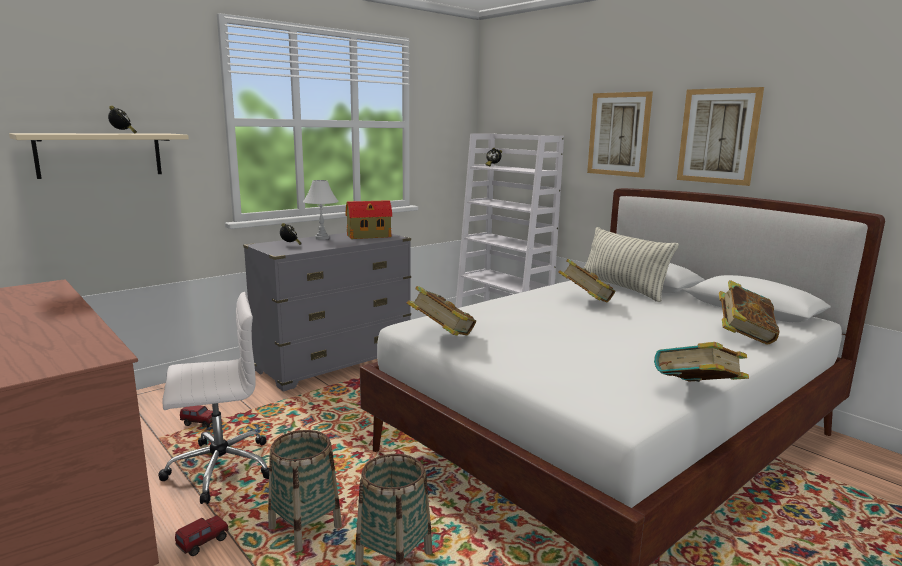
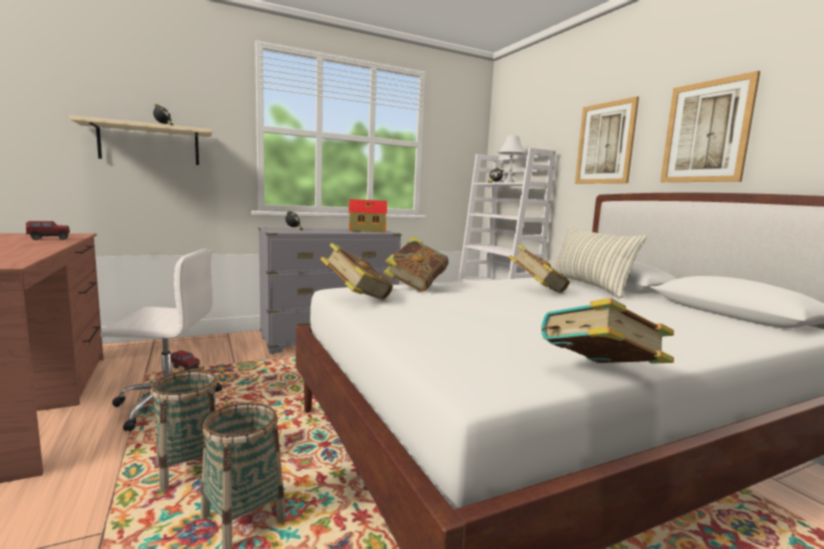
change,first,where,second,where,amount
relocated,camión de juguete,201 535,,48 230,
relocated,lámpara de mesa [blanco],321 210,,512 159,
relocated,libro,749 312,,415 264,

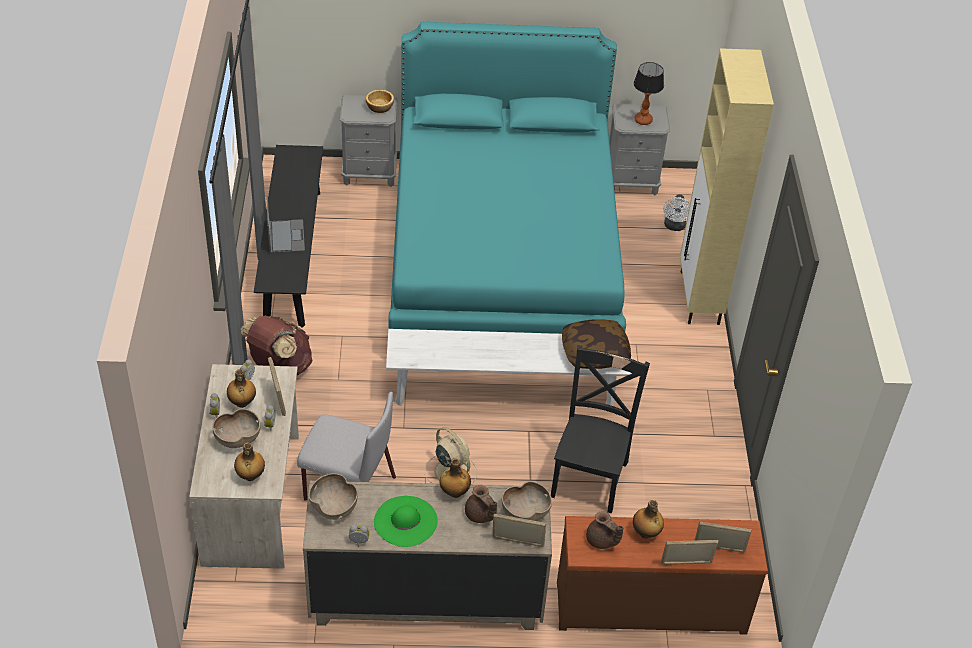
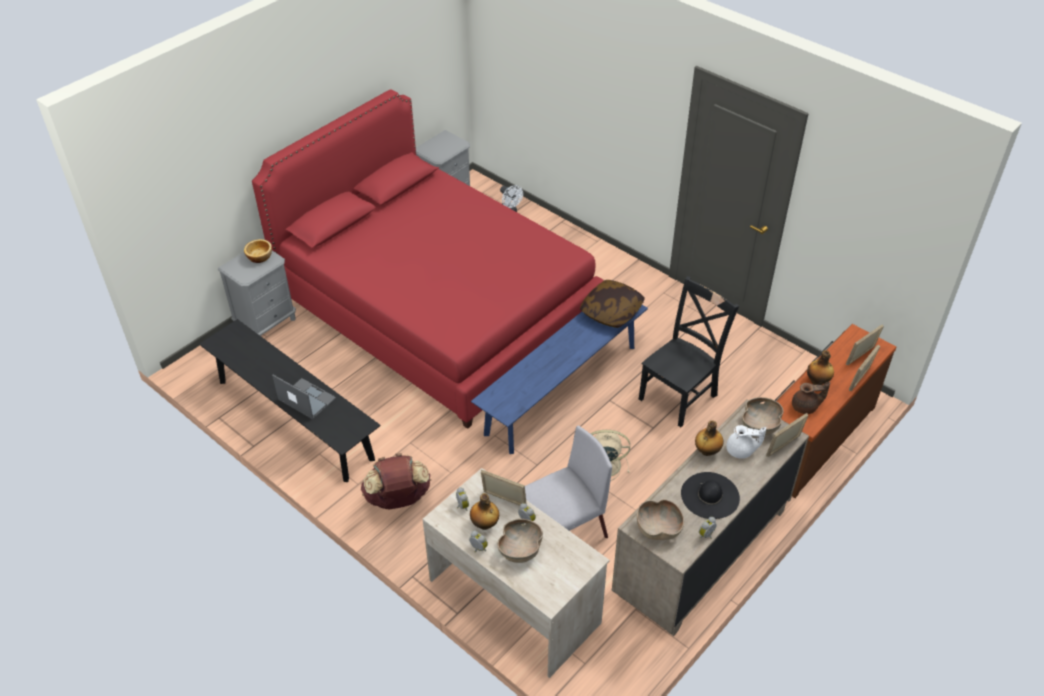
change,first,where,second,where,amount
missing,botella,249 461,,,
colour,sombrero [verde],406 521,sombrero [negro],710 495,
colour,banco [blanco],508 367,banco [azul],559 379,
colour,cama [turquesa],507 178,cama [rojo],428 259,
colour,tetera [marrón],481 504,tetera [blanco],746 442,
spun,silla [negro],600 429,,689 351,75 degrees clockwise
missing,lámpara de mesa,649 93,,,
missing,armario [beis],727 186,,,

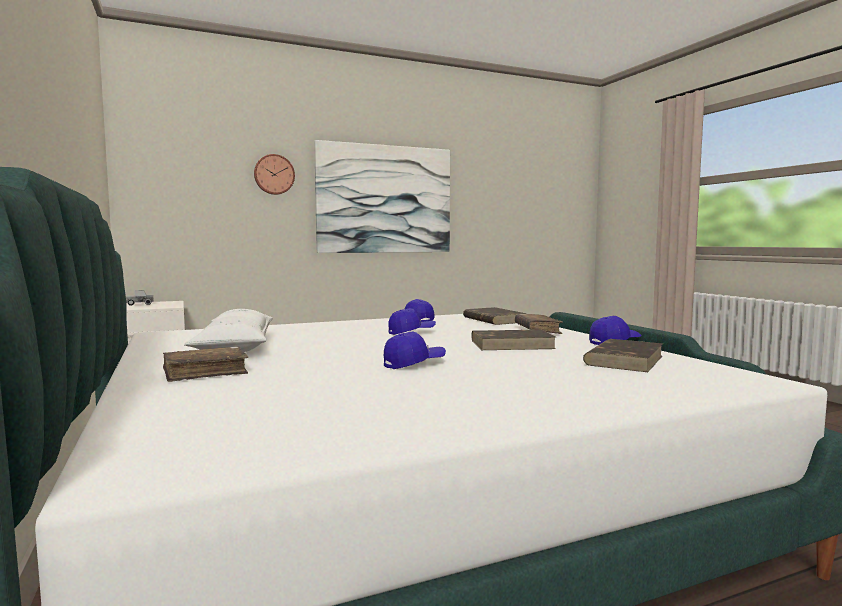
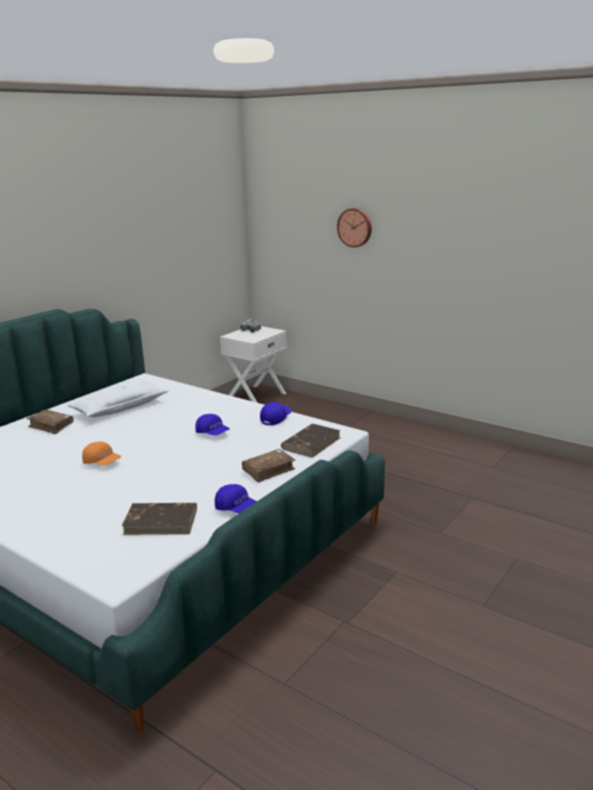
change,first,where,second,where,amount
missing,cuadro,382 196,,,
colour,gorra [azul],415 350,gorra [naranja],101 453,
missing,libro [marrón],513 340,,,

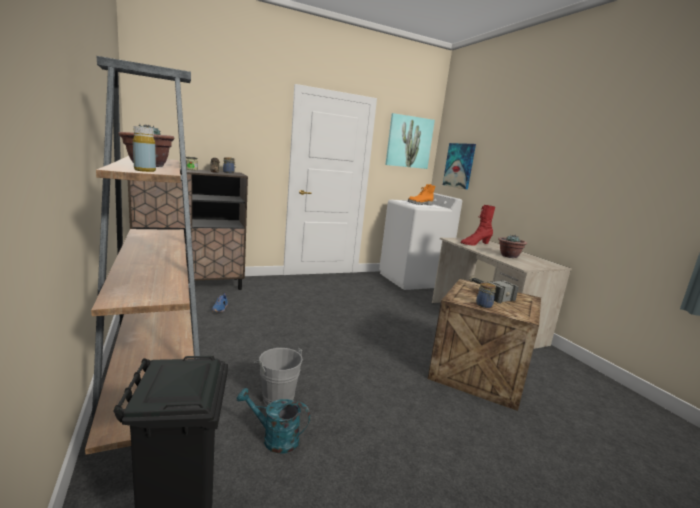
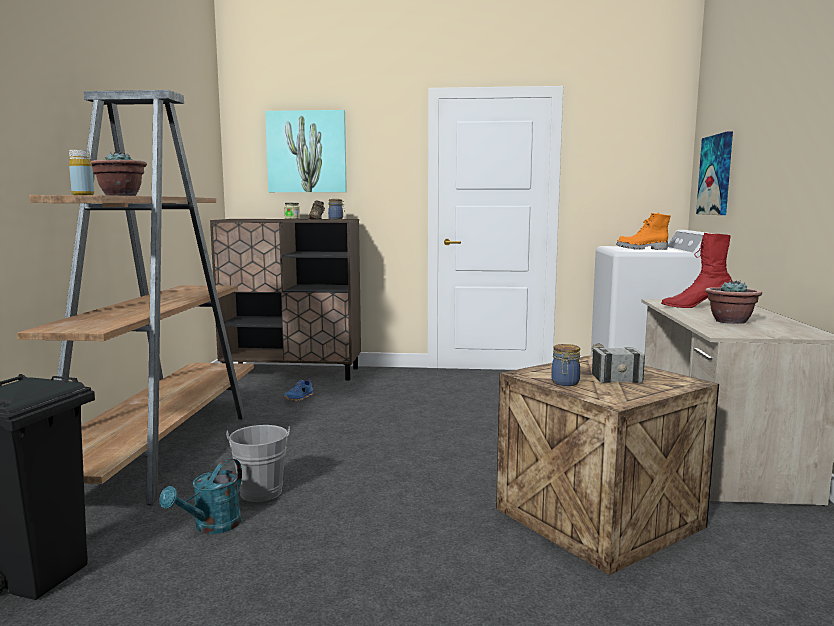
change,first,where,second,where,amount
spun,regadera [turquesa],273 421,,201 496,105 degrees counterclockwise
relocated,cuadro,410 141,,306 151,

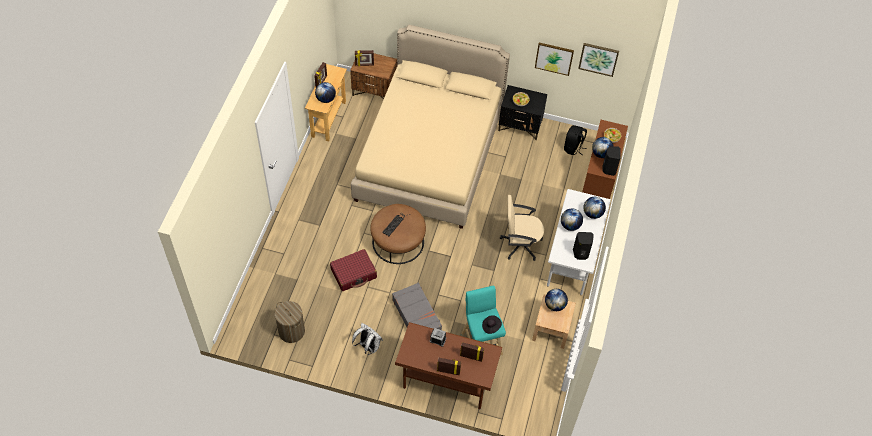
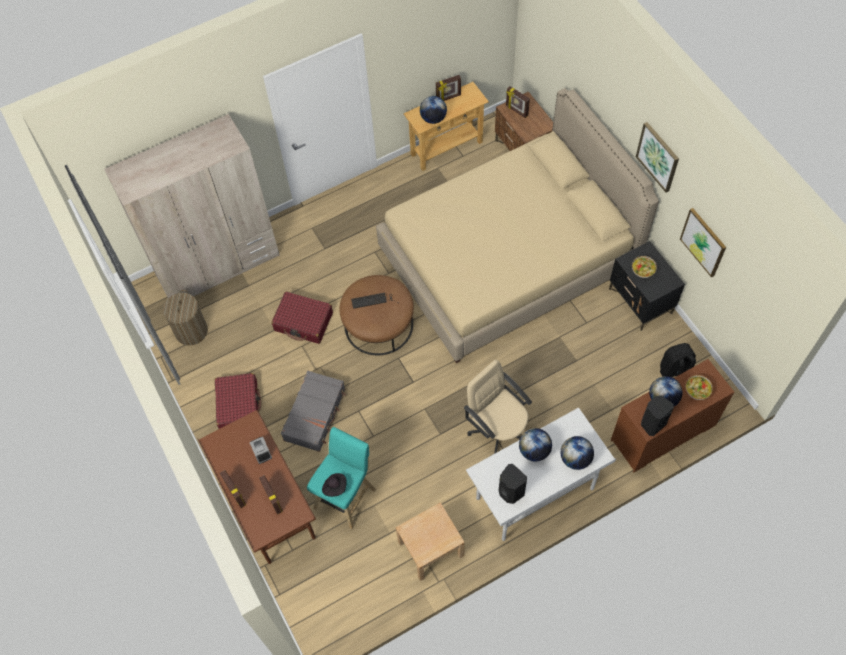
change,first,where,second,where,amount
exchanged,mochila [blanco],367 339,maleta [rojo],238 401,
missing,globo terráqueo,556 300,,,
relocated,cuadro,598 60,,657 157,
appeared,,,armario ropero [beis],192 206,

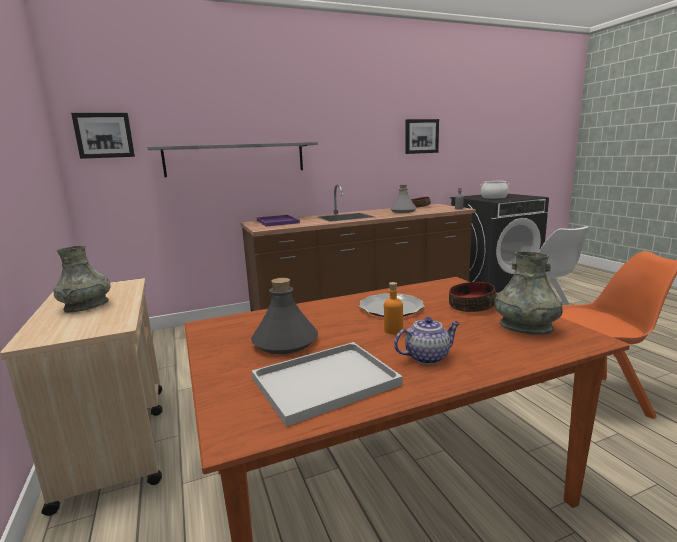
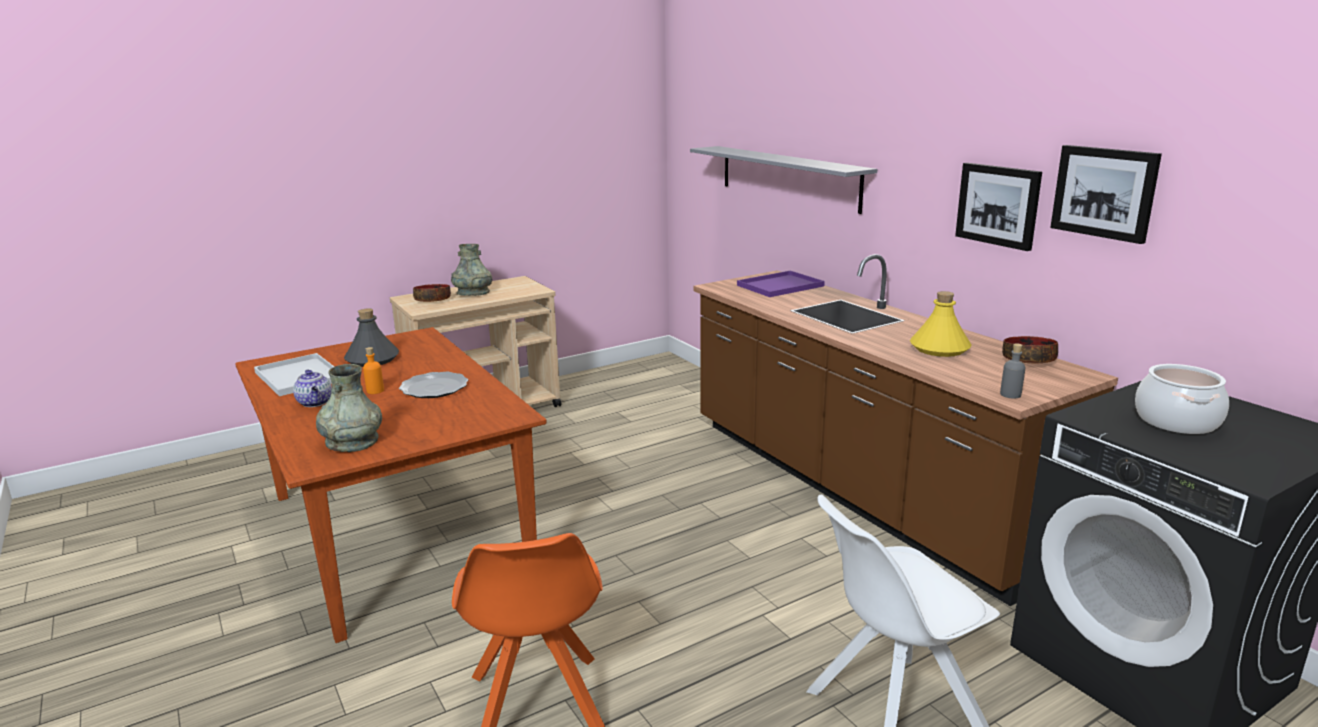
change,first,where,second,where,amount
relocated,cuadro,103 136,,998 207,
colour,botella [gris],403 199,botella [amarillo],941 324,
relocated,cuenco,472 297,,432 293,

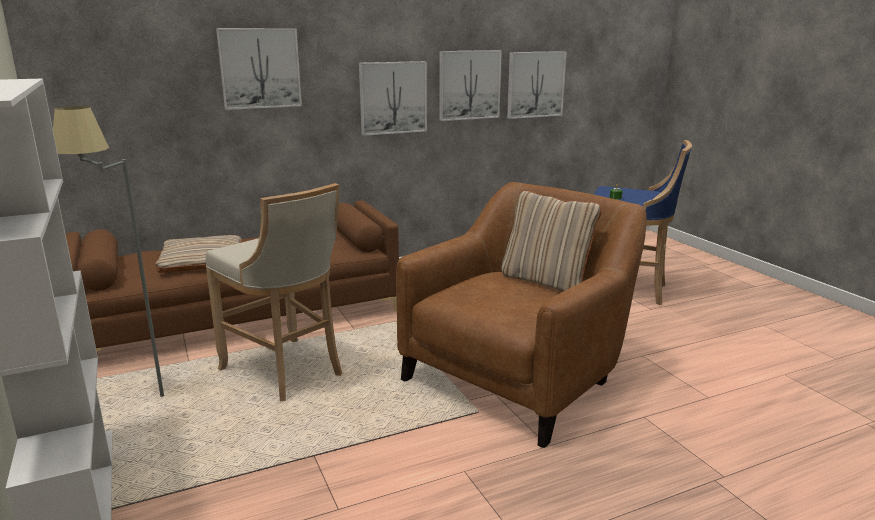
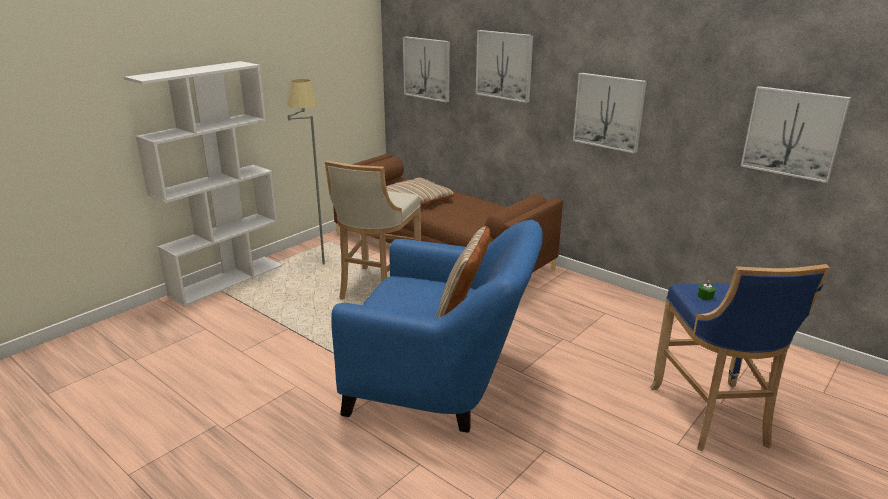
change,first,where,second,where,amount
colour,sillón [marrón],521 315,sillón [azul],437 326,
relocated,cuadro,470 85,,426 69,

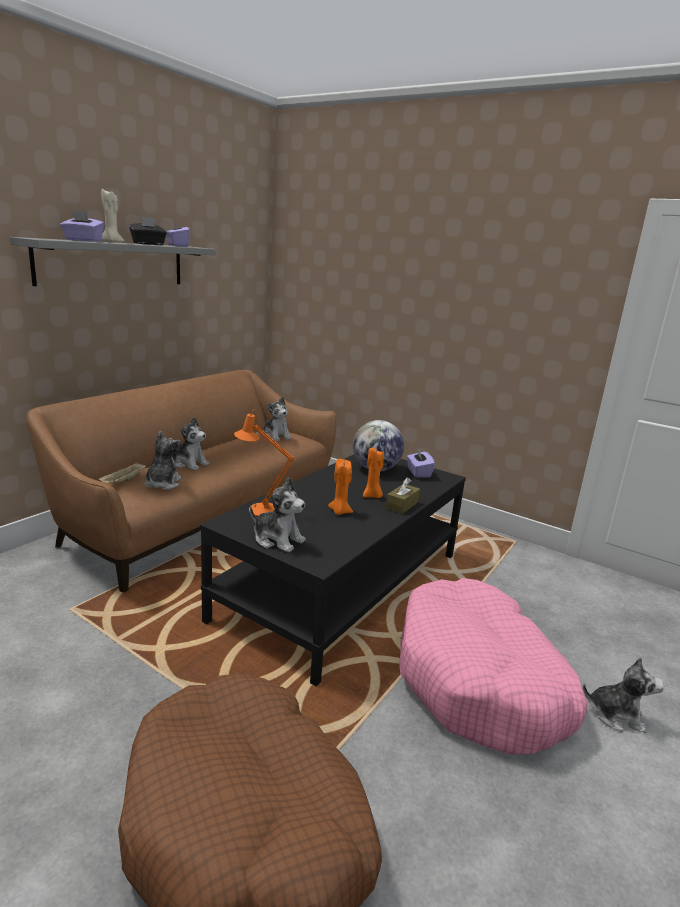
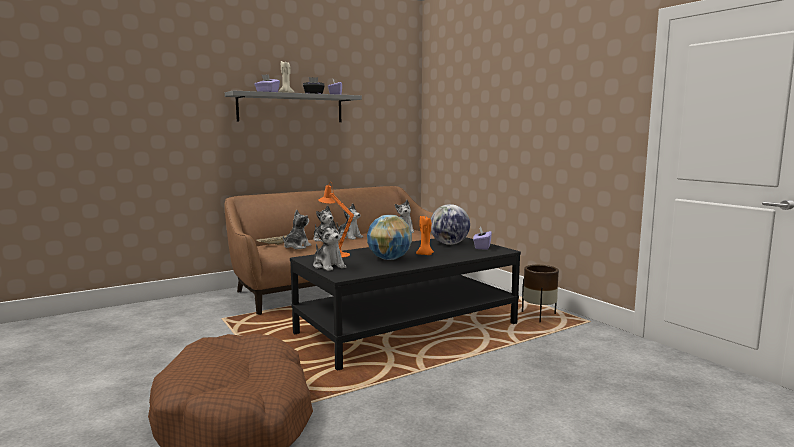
change,first,where,second,where,amount
exchanged,vela [naranja],340 487,globo terráqueo,389 237,
missing,caja de pañuelos [marrón],403 496,,,
missing,cama para perro [rosa],493 666,,,
relocated,peluche,623 695,,349 221,
appeared,,,maceta [marrón],540 294,

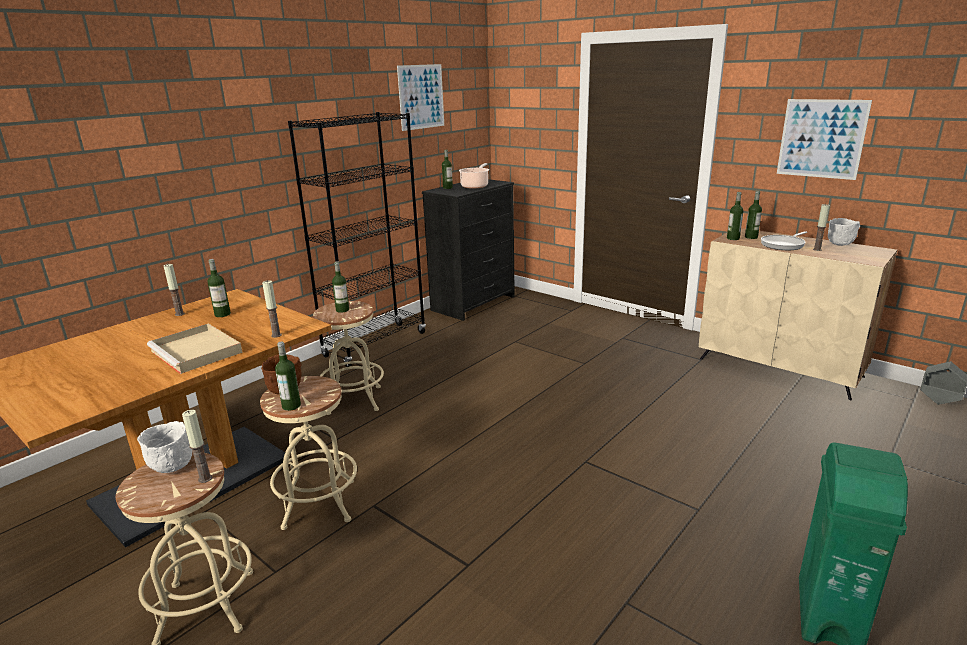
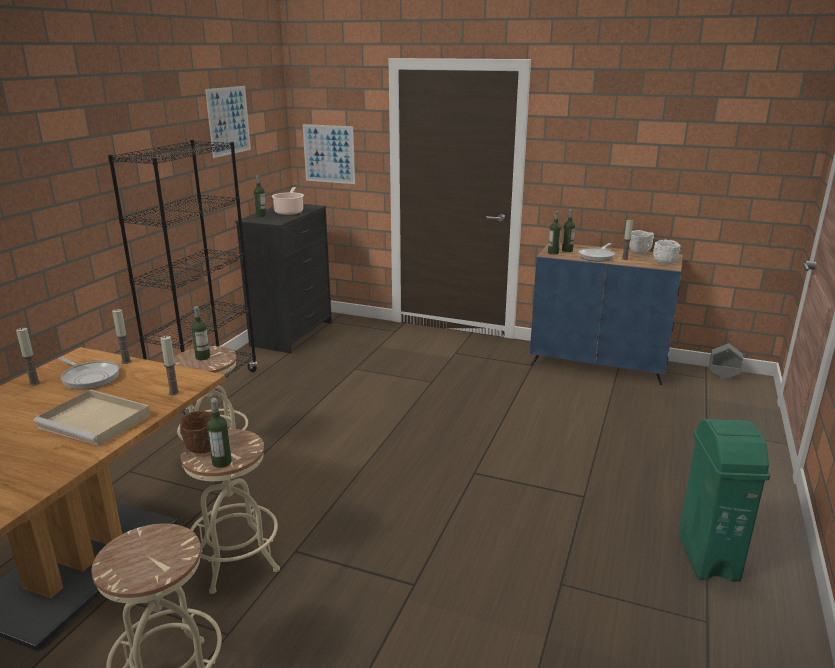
change,first,where,second,where,amount
relocated,cuenco [blanco],164 447,,667 252,
relocated,vela,197 446,,121 336,
exchanged,botella,219 288,sartén,88 373,
colour,armario [beis],798 314,armario [azul],606 313,
relocated,cuadro,824 139,,329 154,

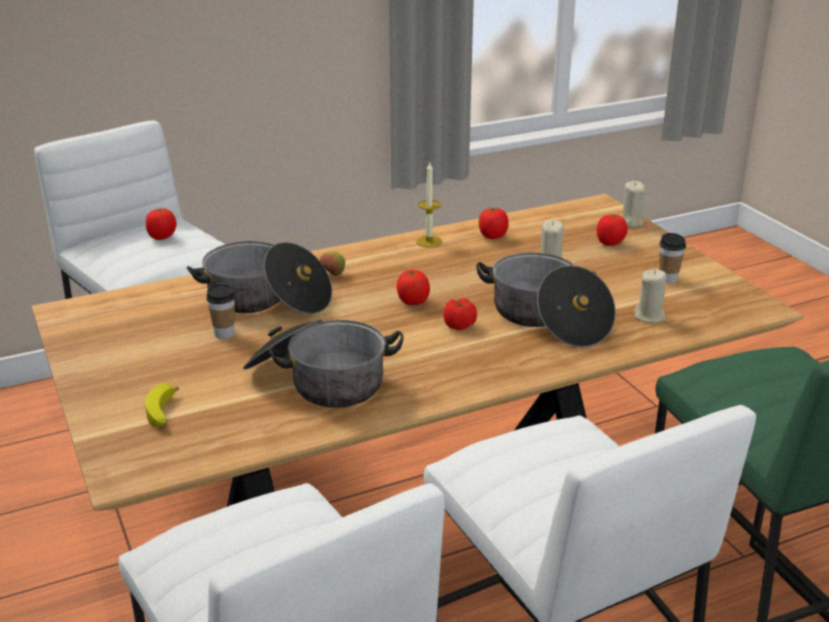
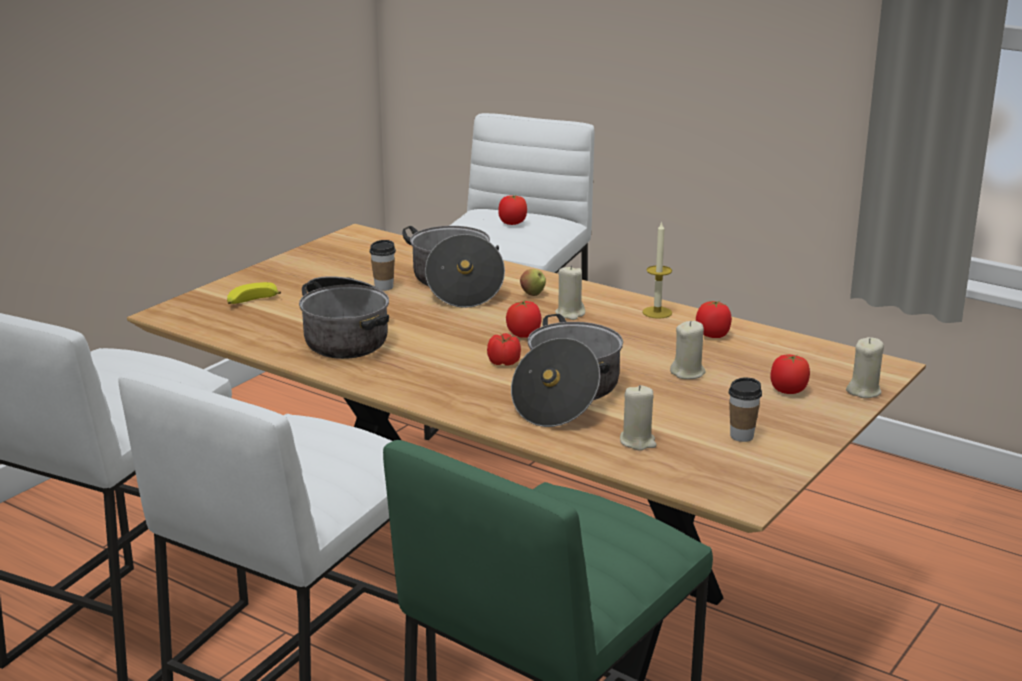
change,first,where,second,where,amount
appeared,,,vela [beis],570 292,

